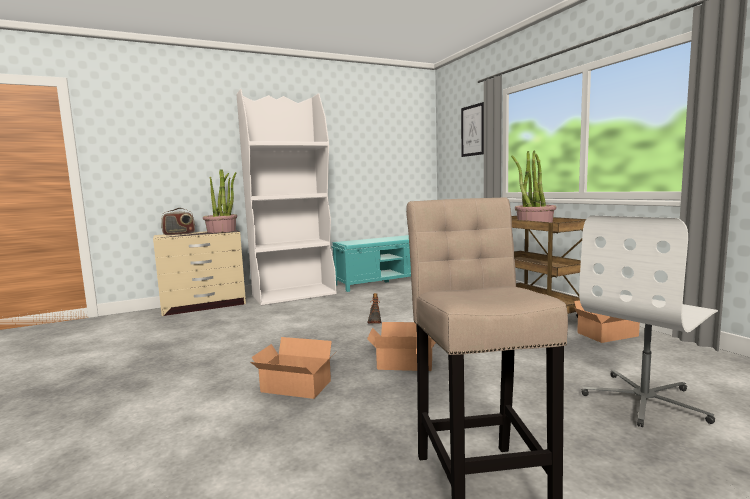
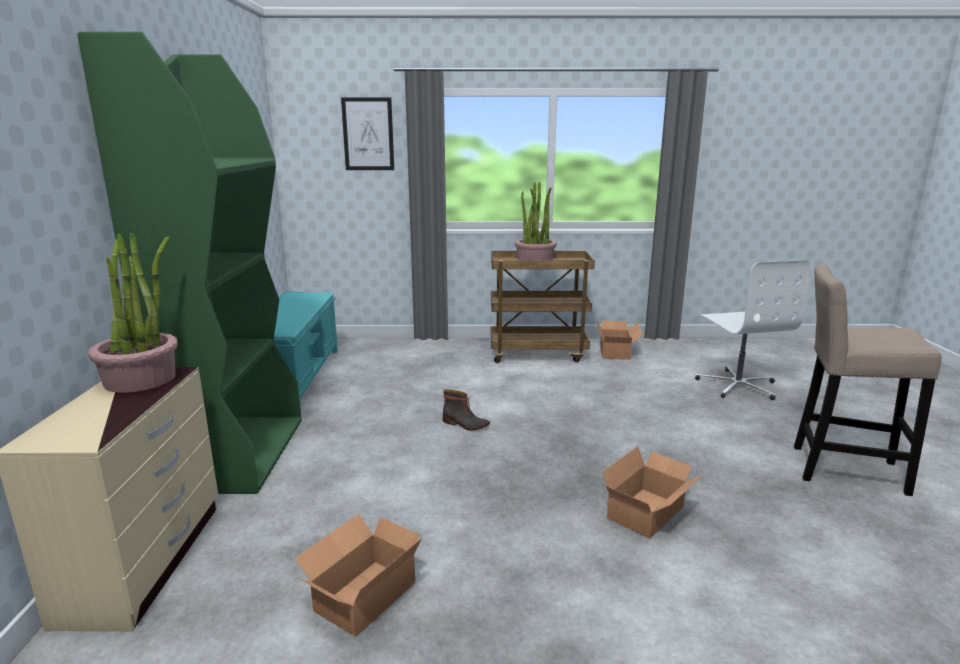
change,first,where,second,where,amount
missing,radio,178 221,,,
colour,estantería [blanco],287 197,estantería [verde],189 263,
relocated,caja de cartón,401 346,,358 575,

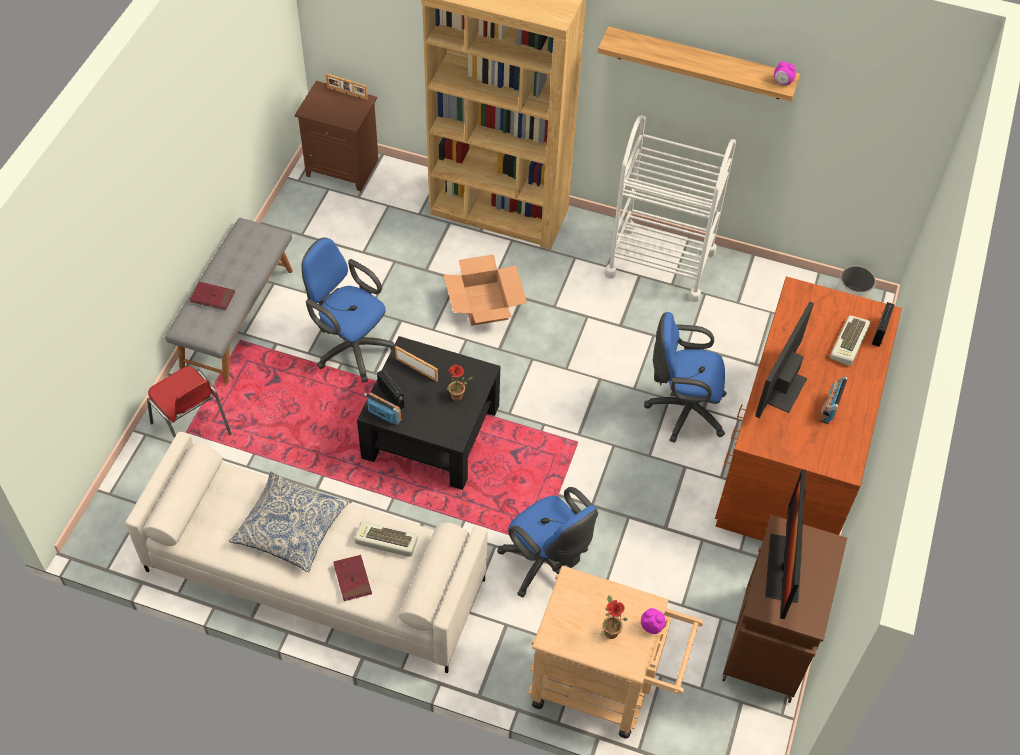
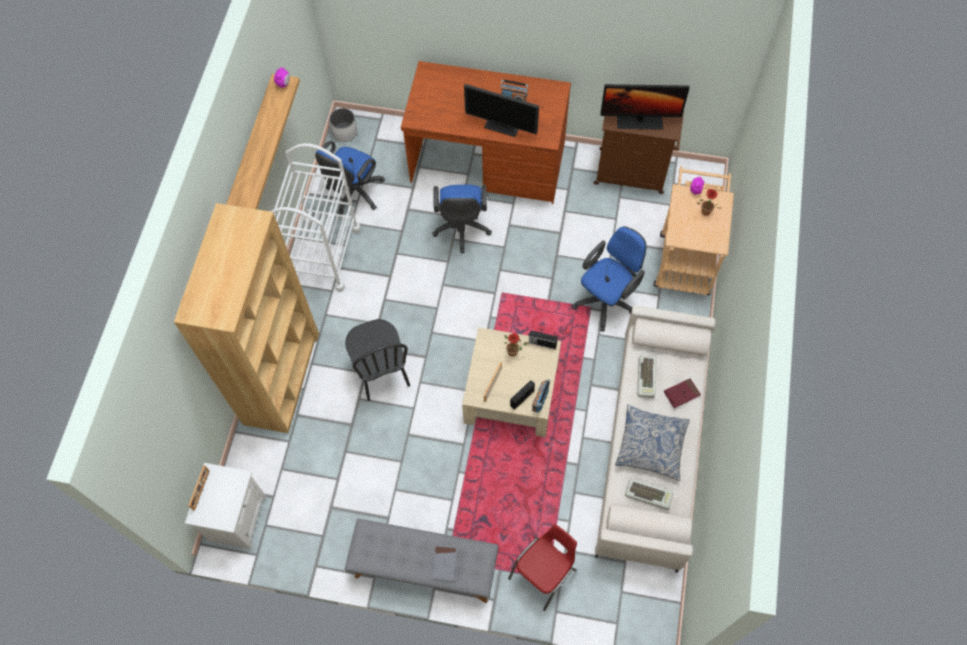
change,first,where,second,where,amount
colour,libro [rojo],212 296,libro [gris],444 563,
colour,mesita de noche [marrón],337 136,mesita de noche [blanco],225 506,
relocated,silla de oficina [azul],348 310,,350 178,
colour,mesa de centro [negro],428 413,mesa de centro [beis],511 382,
exchanged,caja de cartón,485 290,silla [negro],377 360,
relocated,teclado,850 340,,649 494,
relocated,radio,883 324,,543 340,

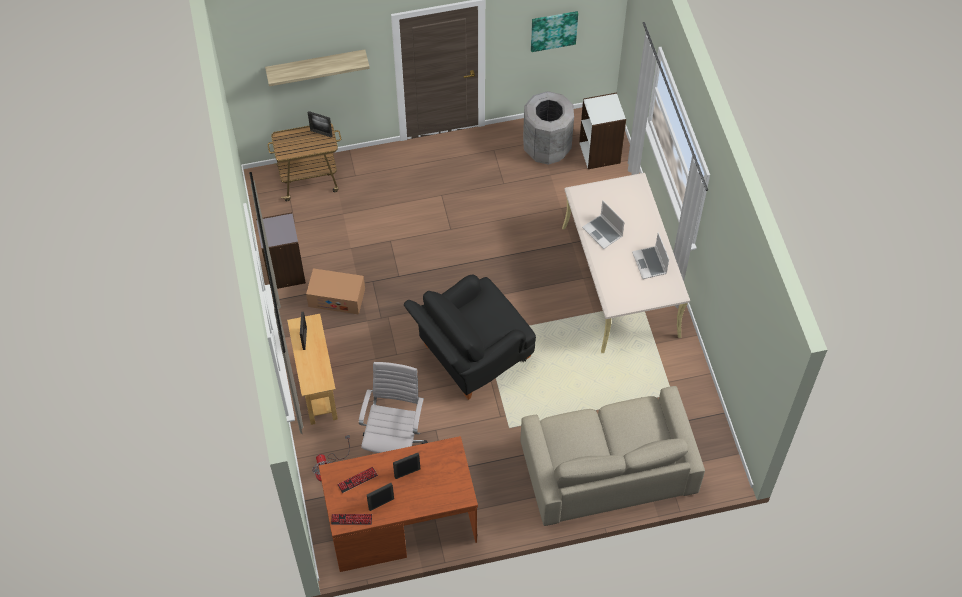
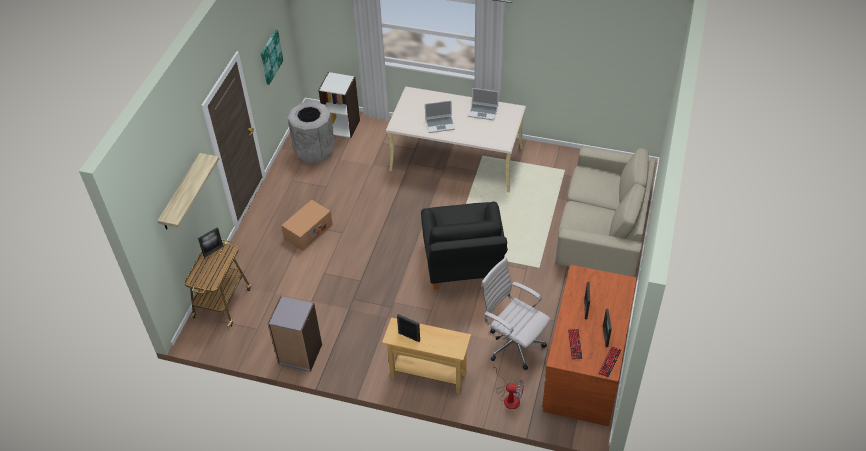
change,first,where,second,where,amount
relocated,caja de cartón,335 291,,307 225,

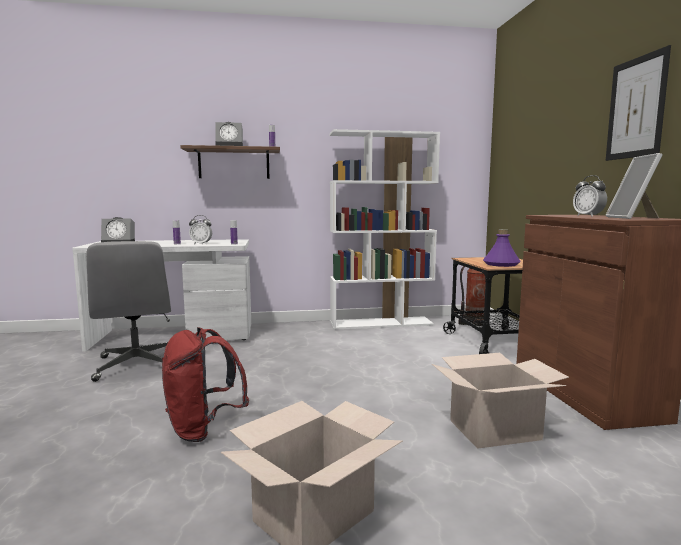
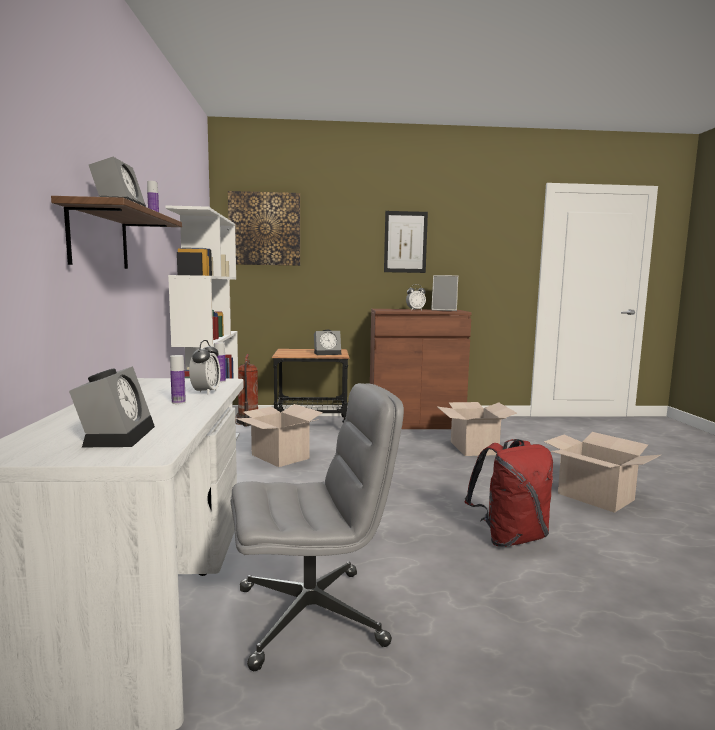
change,first,where,second,where,amount
exchanged,botella [morado],502 248,despertador,327 342,
appeared,,,cuadro,264 228,
appeared,,,caja de cartón,279 435,

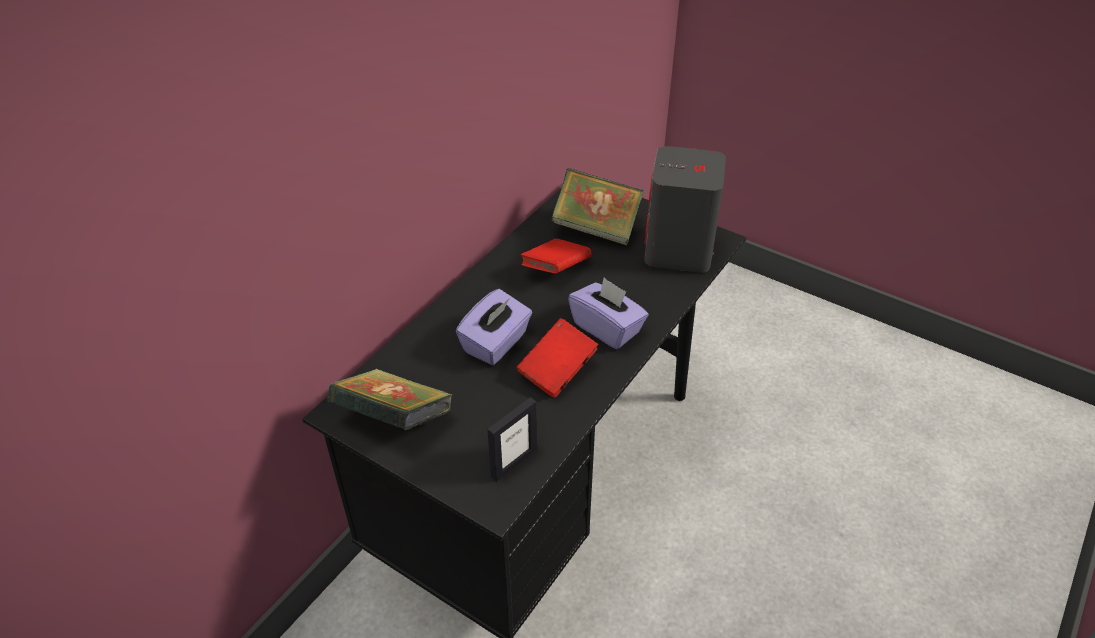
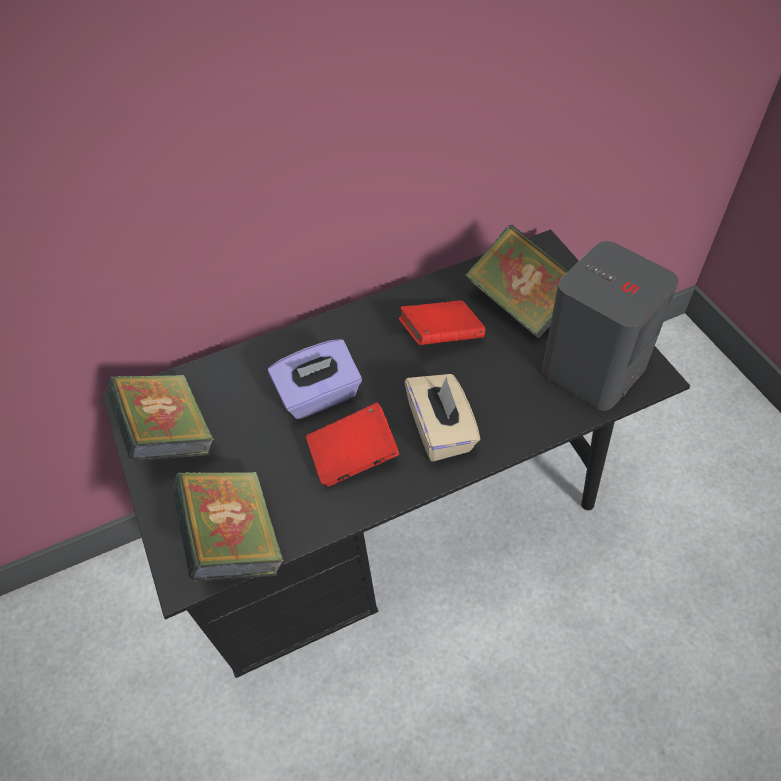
change,first,where,second,where,amount
exchanged,portarretratos,512 439,libro,228 526,
colour,caja de pañuelos [morado],608 313,caja de pañuelos [beis],442 418,

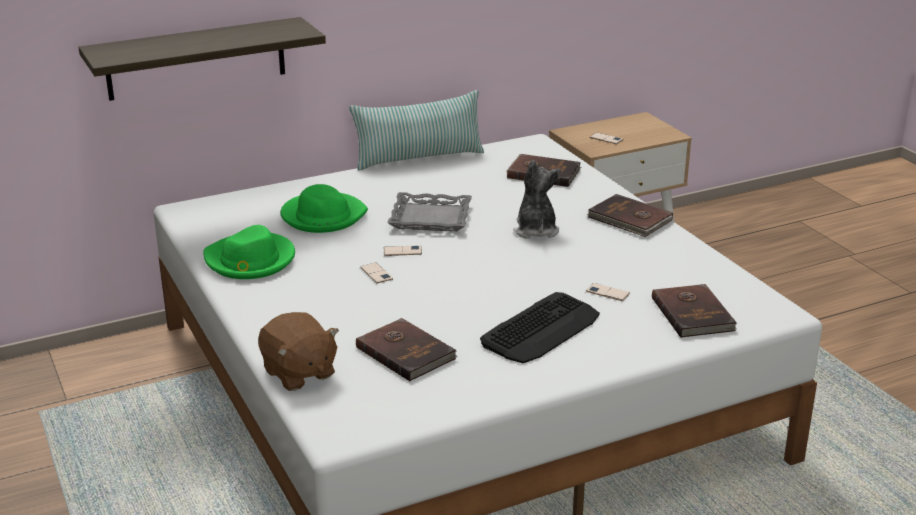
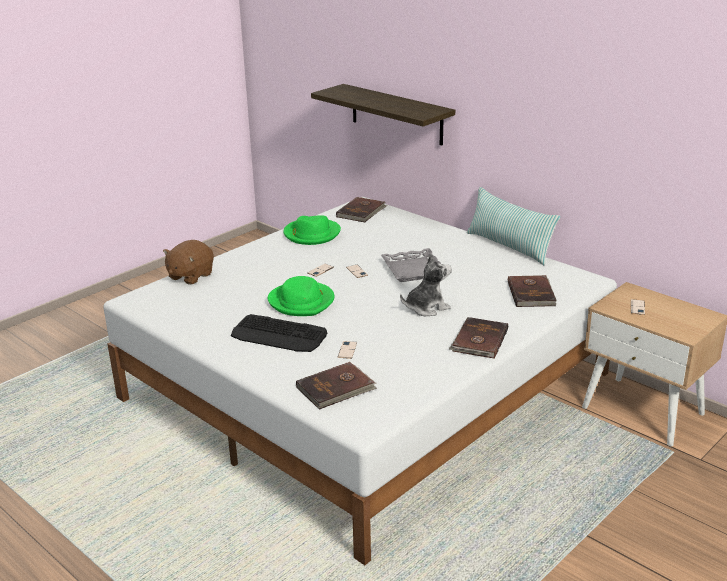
change,first,where,second,where,amount
relocated,sombrero [verde],324 208,,301 296,
relocated,libro [marrón],406 349,,361 209,

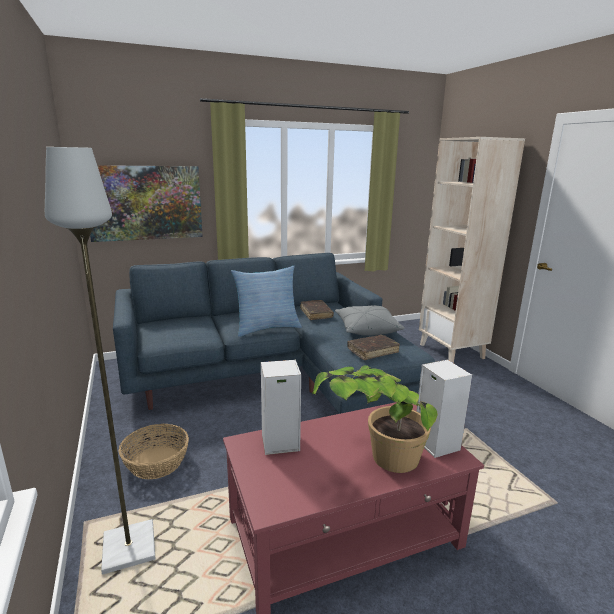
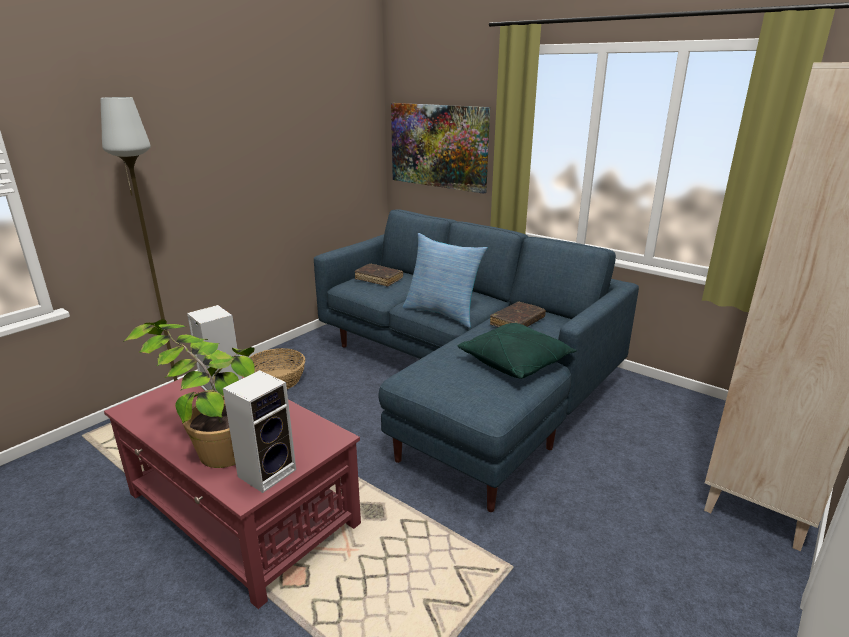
change,first,where,second,where,amount
colour,cojín [gris],370 320,cojín [verde],517 351,
relocated,libro [marrón],373 347,,379 275,

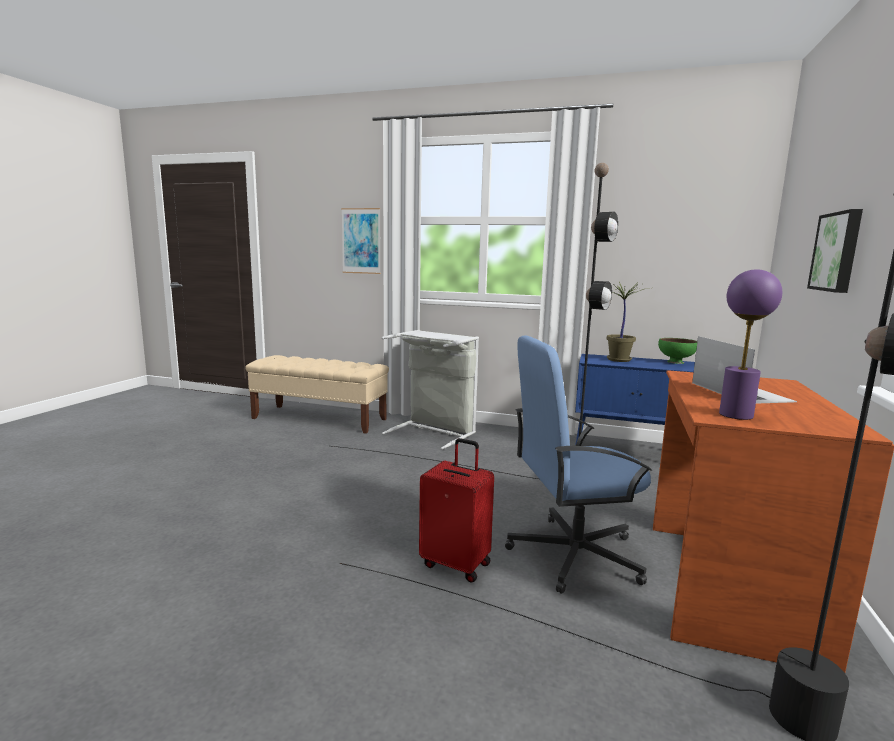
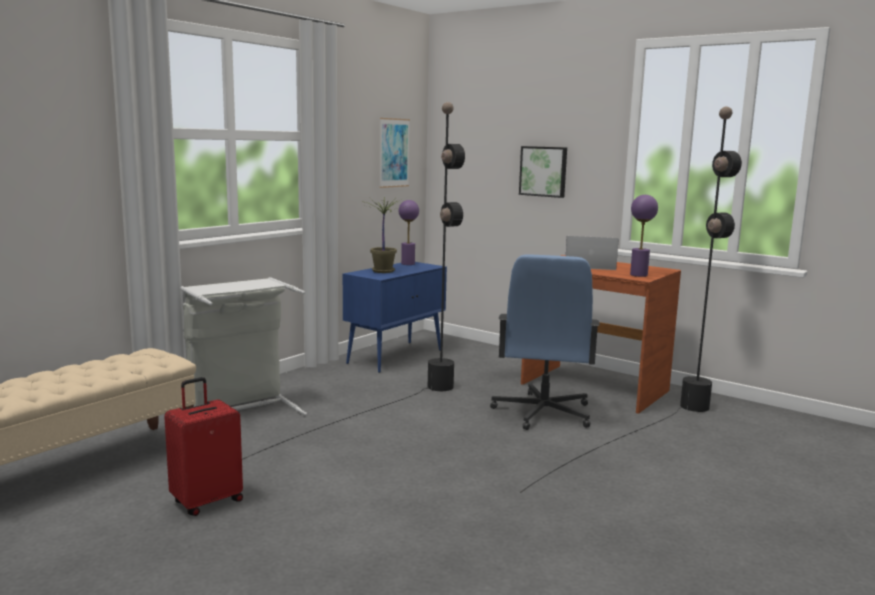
change,first,where,second,where,amount
relocated,cuadro,361 241,,394 153,
relocated,maleta [rojo],456 510,,203 446,
exchanged,cuenco [verde],677 351,lámpara de mesa [morado],409 232,

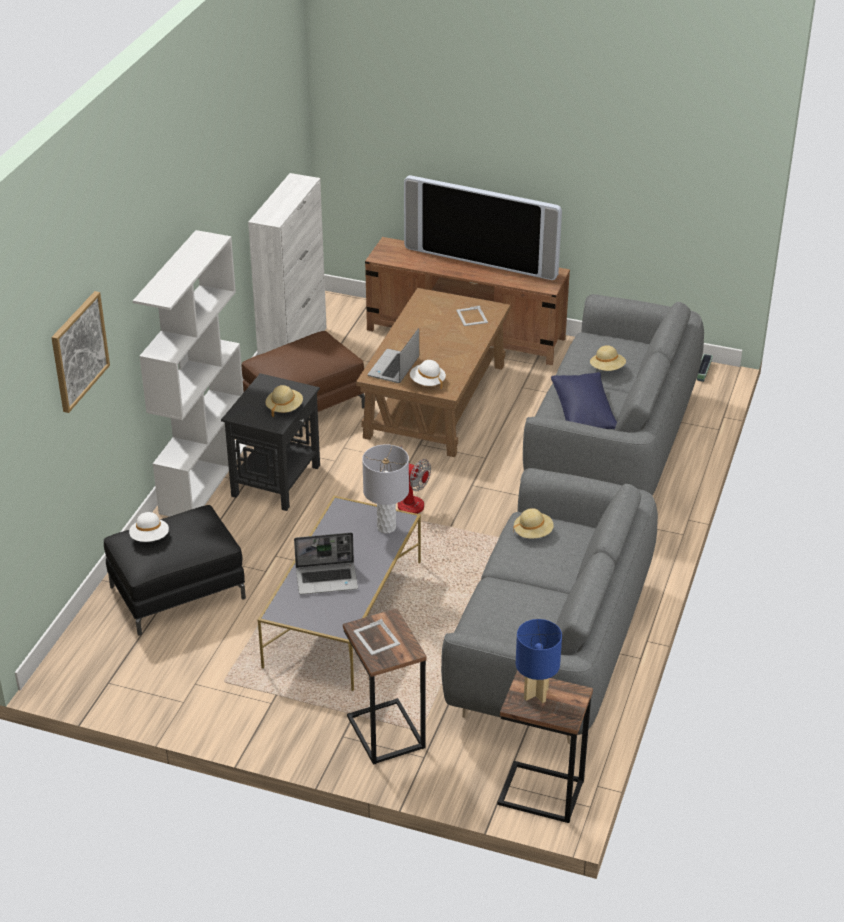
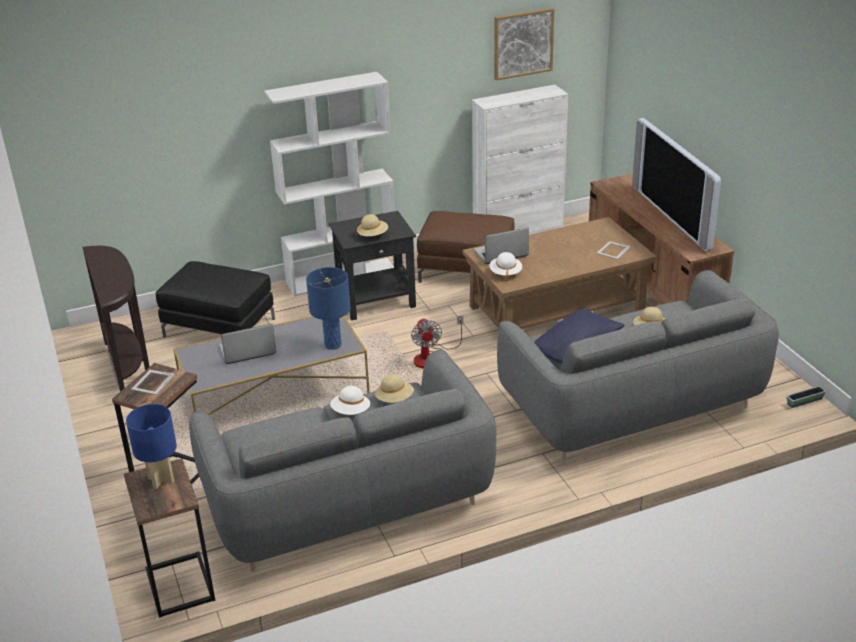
change,first,where,second,where,amount
relocated,cuadro,80 352,,524 44,
relocated,sombrero [blanco],149 527,,350 400,
spun,portátil,326 563,,247 344,120 degrees clockwise
colour,lámpara de mesa [gris],385 488,lámpara de mesa [azul],328 308,
appeared,,,mesa consola [marrón],116 319,

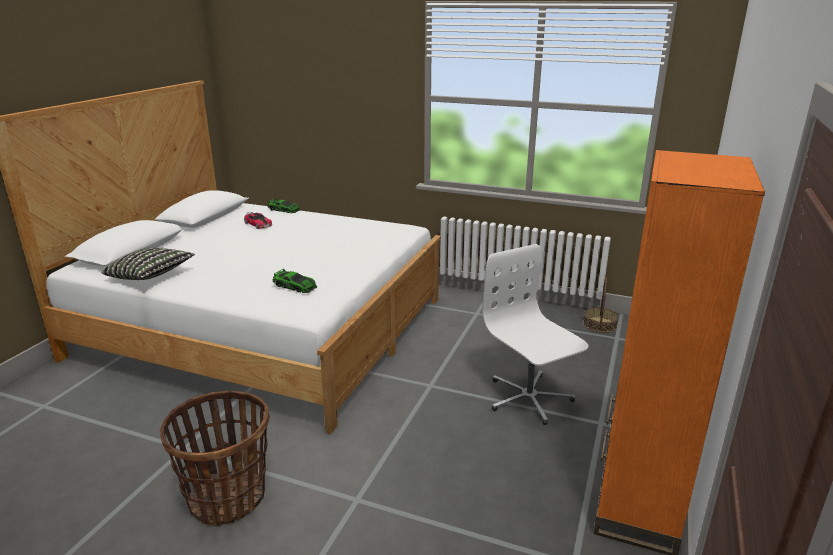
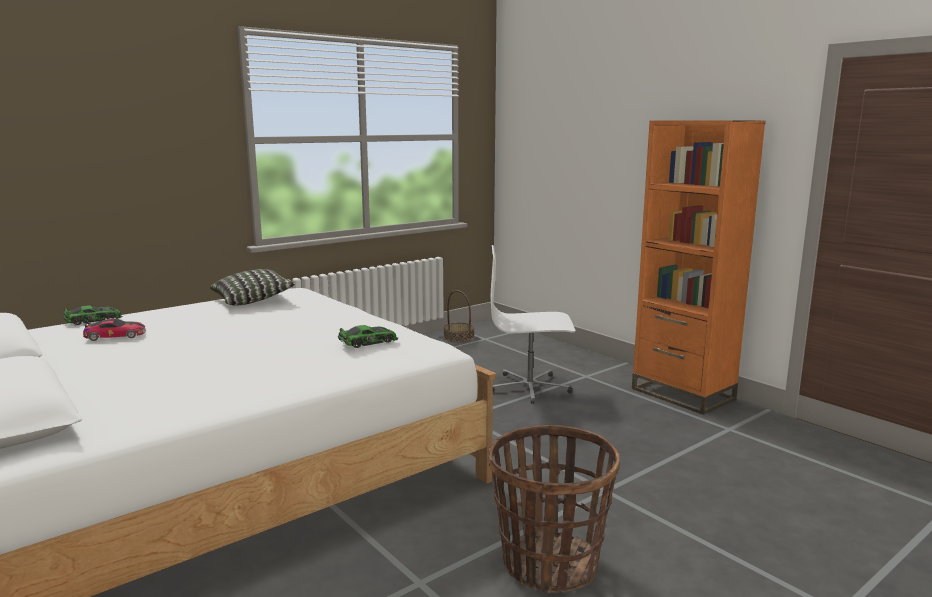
change,first,where,second,where,amount
relocated,cojín,148 264,,252 287,

